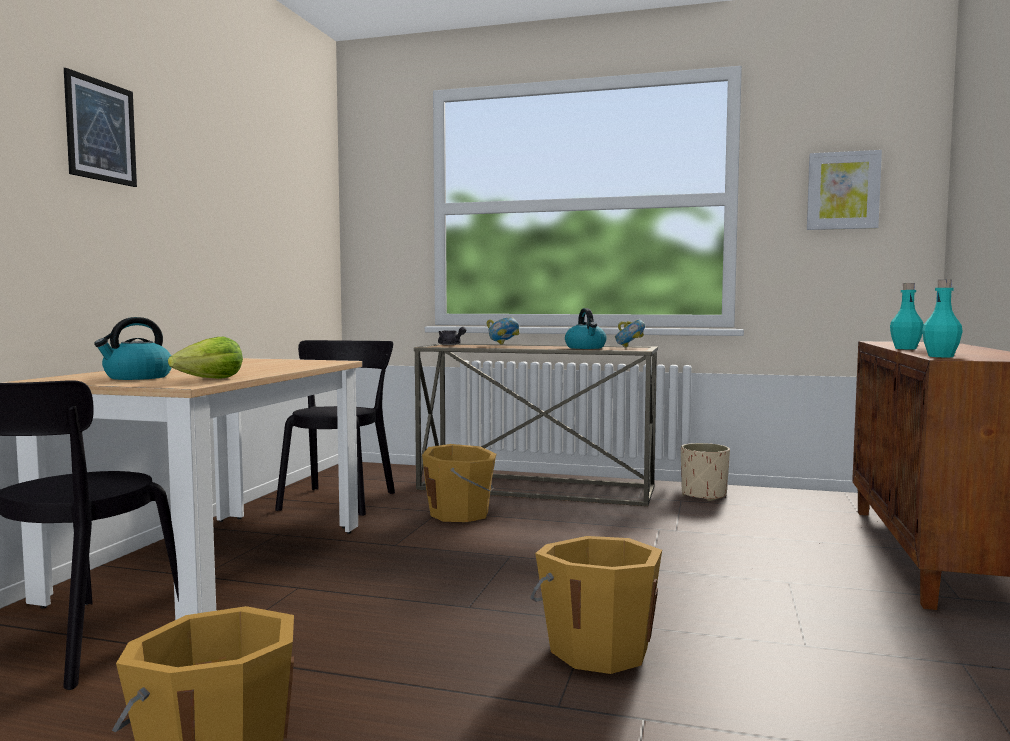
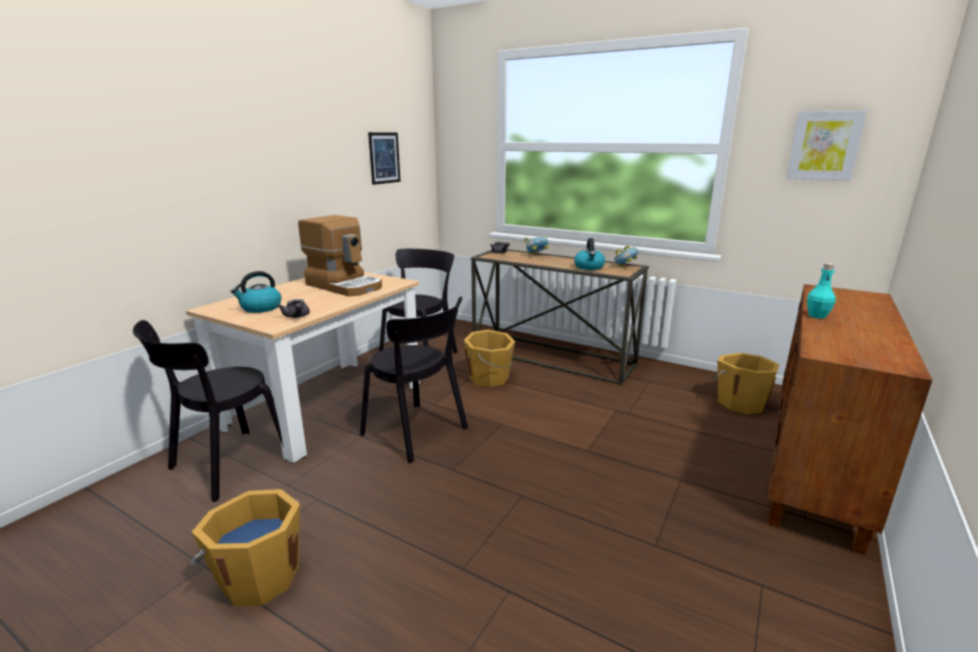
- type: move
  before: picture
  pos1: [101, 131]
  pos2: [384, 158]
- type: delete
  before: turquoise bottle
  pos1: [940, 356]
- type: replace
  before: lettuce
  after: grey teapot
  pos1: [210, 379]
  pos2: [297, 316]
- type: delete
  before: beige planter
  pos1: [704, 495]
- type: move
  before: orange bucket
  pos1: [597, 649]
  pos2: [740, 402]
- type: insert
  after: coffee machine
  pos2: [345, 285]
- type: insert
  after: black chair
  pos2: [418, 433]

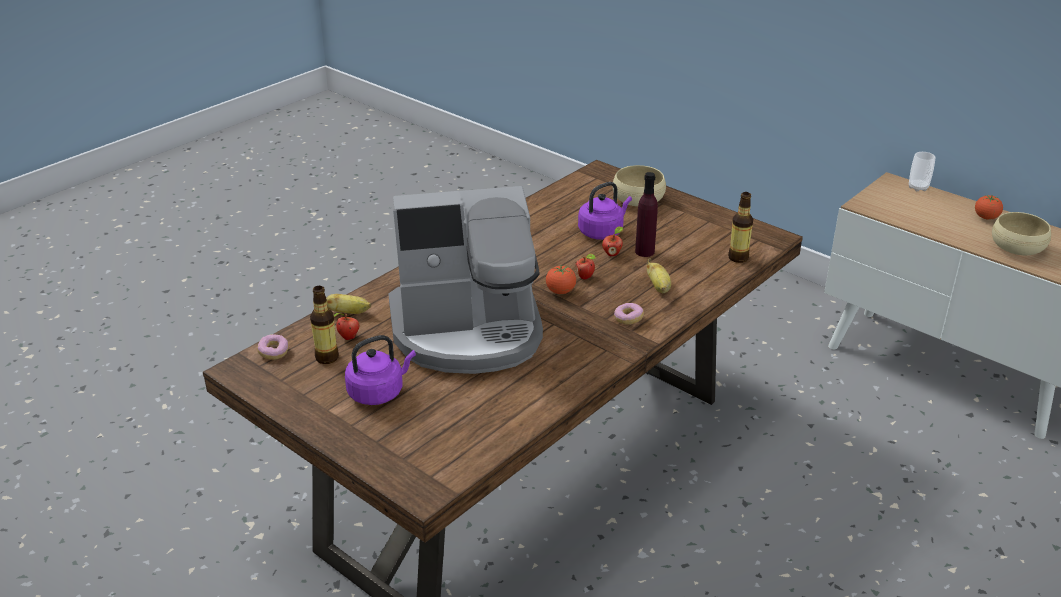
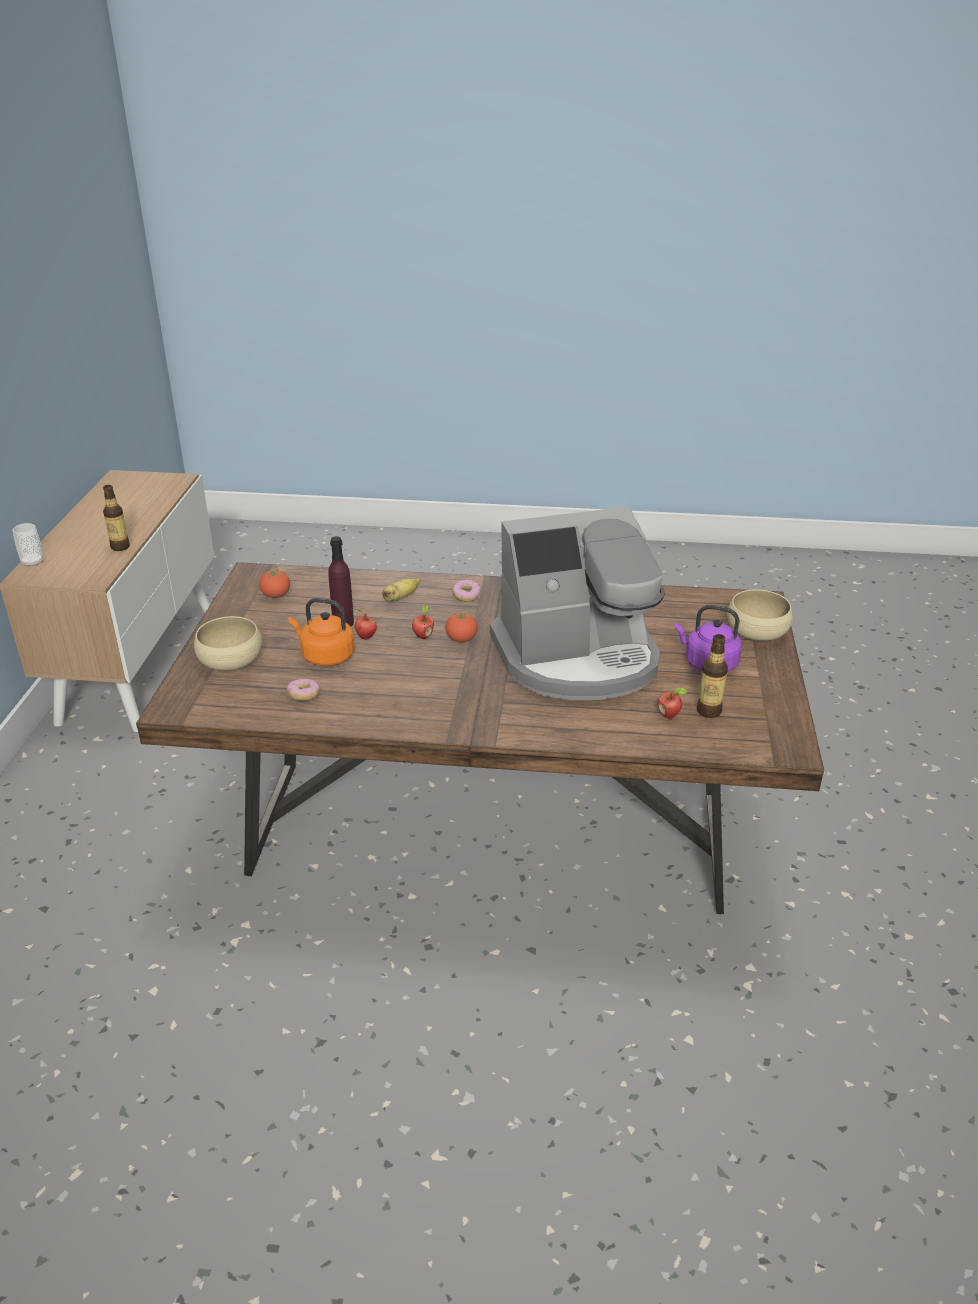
- type: recolor
  before: purple kettle
  after: orange kettle
  pos1: [602, 232]
  pos2: [325, 656]
- type: rotate
  before: coffee machine
  pos1: [468, 332]
  pos2: [578, 659]
  turn: 120
- type: move
  before: bottle
  pos1: [738, 258]
  pos2: [120, 547]
- type: move
  before: tomato
  pos1: [986, 217]
  pos2: [276, 596]
- type: move
  before: beige bowl
  pos1: [1017, 247]
  pos2: [757, 631]
- type: delete
  before: banana
  pos1: [348, 312]
- type: move
  before: donut
  pos1: [273, 352]
  pos2: [304, 695]

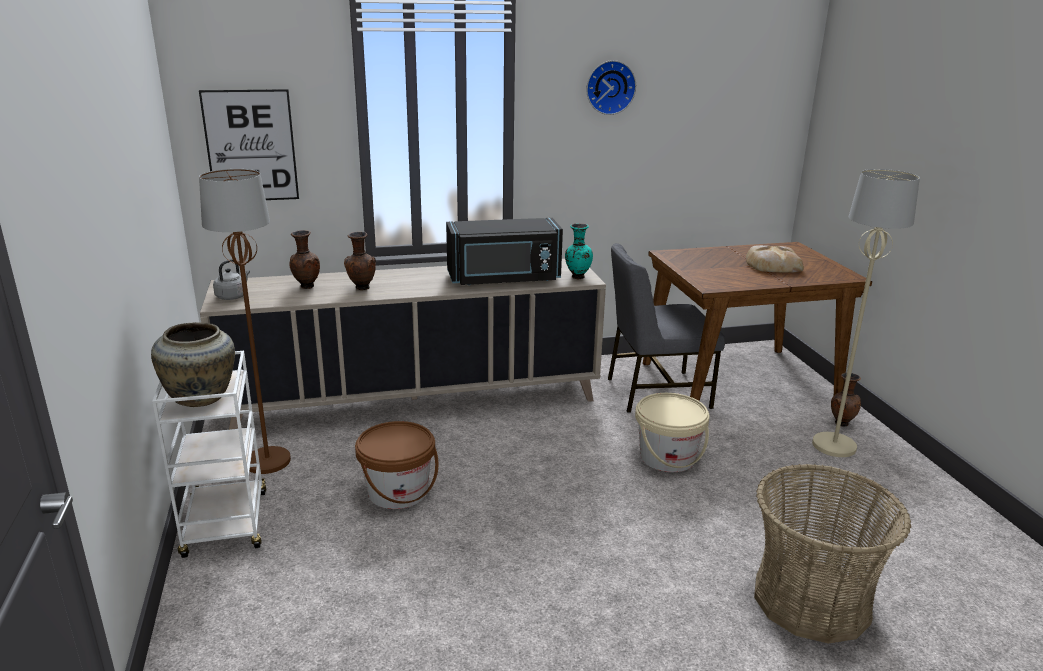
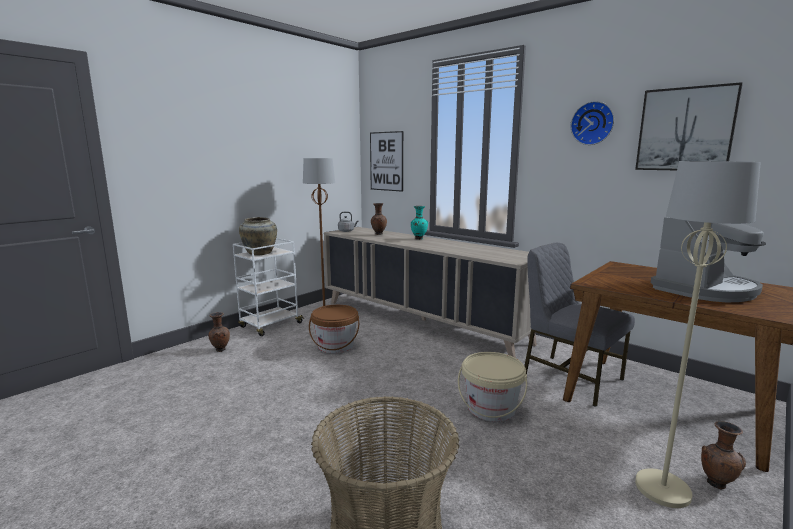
- type: delete
  before: black microwave
  pos1: [504, 279]
- type: move
  before: turquoise vase
  pos1: [577, 277]
  pos2: [418, 239]
- type: move
  before: brown vase
  pos1: [361, 288]
  pos2: [220, 350]
- type: replace
  before: bread
  after: coffee machine
  pos1: [772, 265]
  pos2: [704, 290]
- type: insert
  after: picture
  pos2: [685, 129]

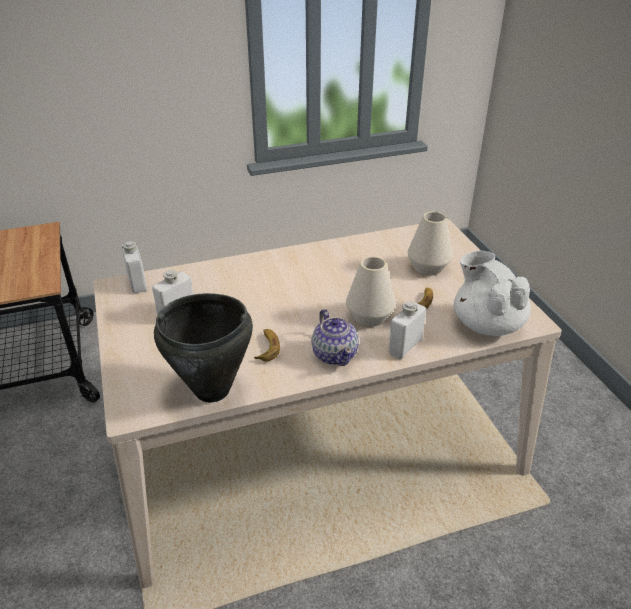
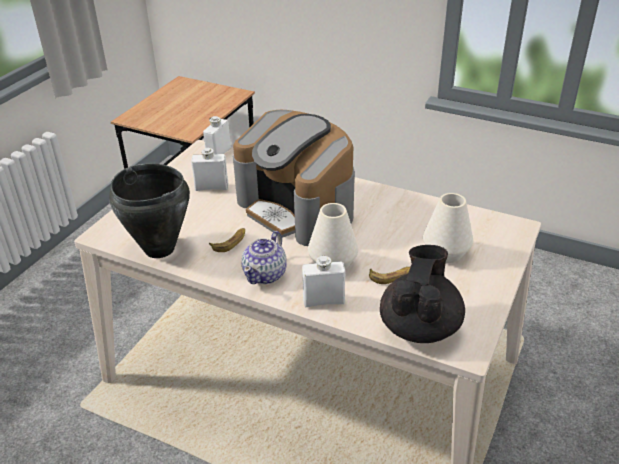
- type: recolor
  before: white teapot
  after: black teapot
  pos1: [486, 324]
  pos2: [420, 326]
- type: insert
  after: coffee machine
  pos2: [297, 208]

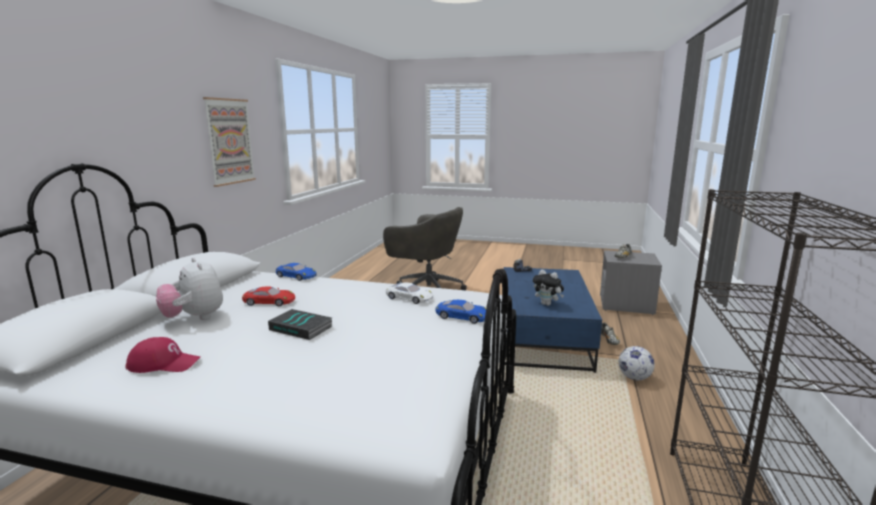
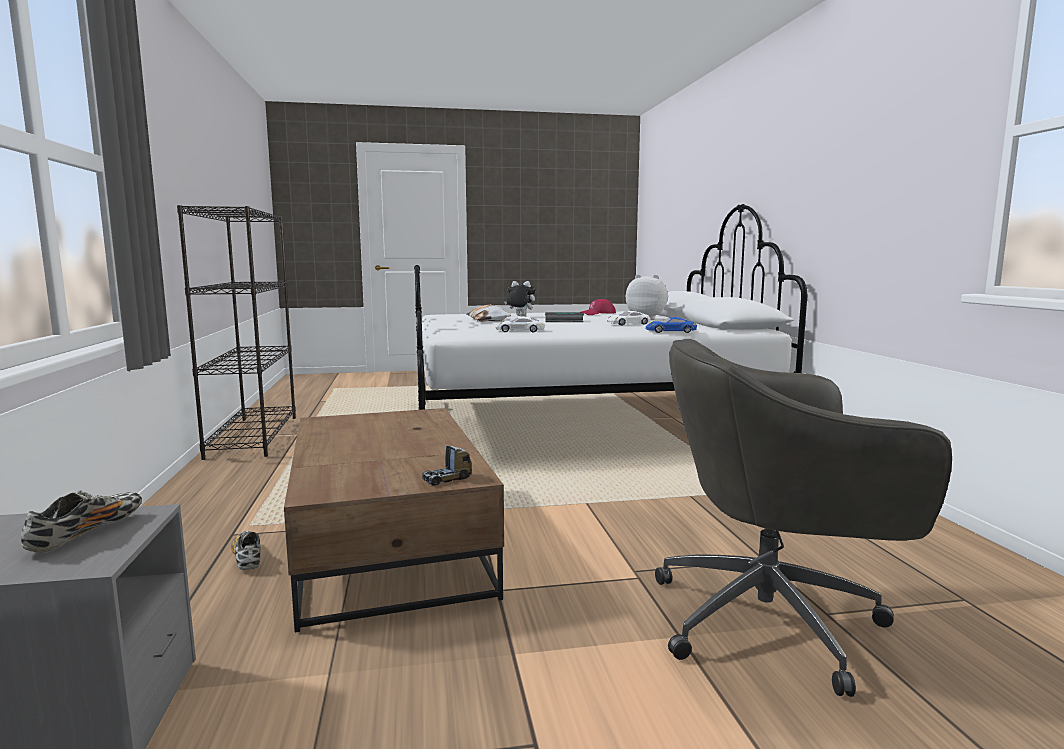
- type: delete
  before: picture
  pos1: [229, 141]
- type: recolor
  before: blue coffee table
  after: brown coffee table
  pos1: [541, 335]
  pos2: [390, 543]
- type: move
  before: plush toy
  pos1: [547, 304]
  pos2: [519, 316]
- type: recolor
  before: red toy car
  after: white toy car
  pos1: [269, 302]
  pos2: [628, 324]
- type: delete
  before: blue toy car
  pos1: [462, 316]
- type: delete
  before: football
  pos1: [634, 378]
- type: insert
  after: pillow
  pos2: [488, 320]

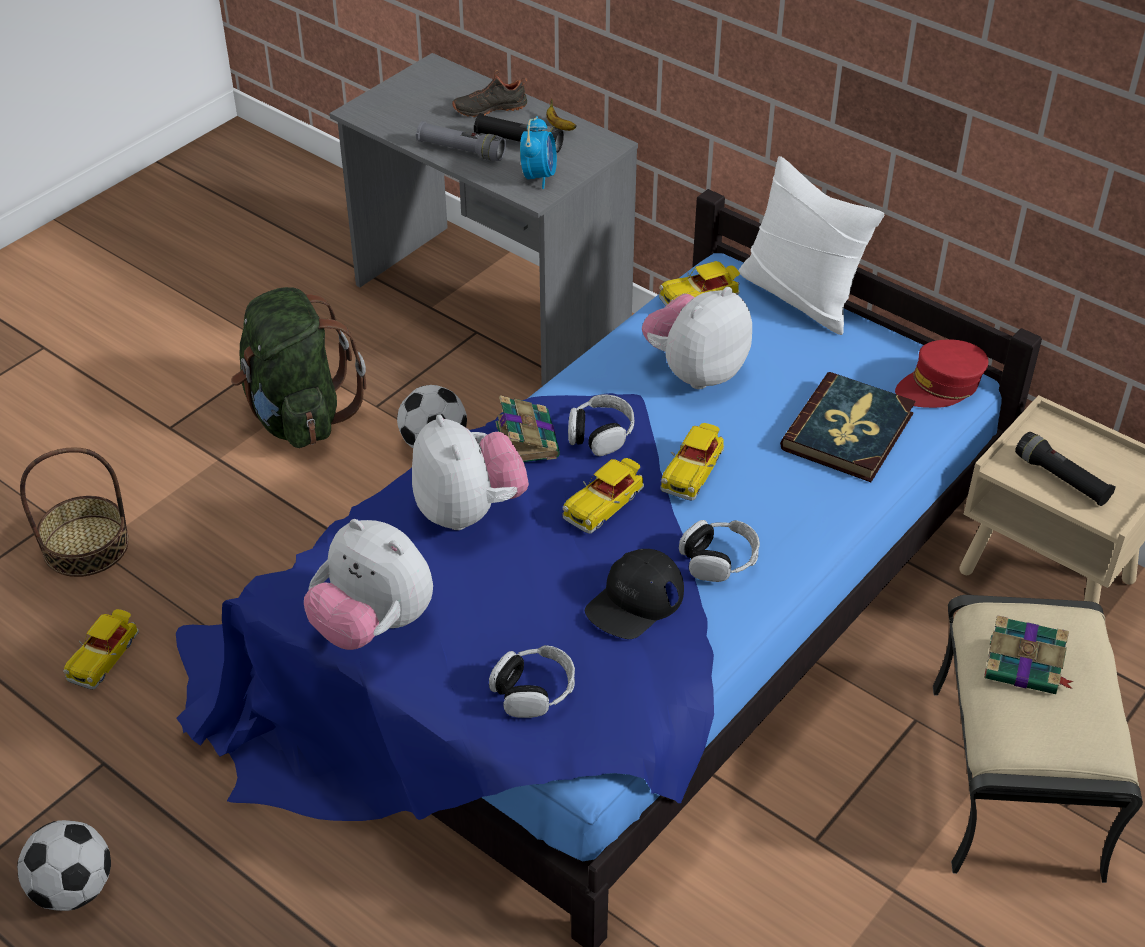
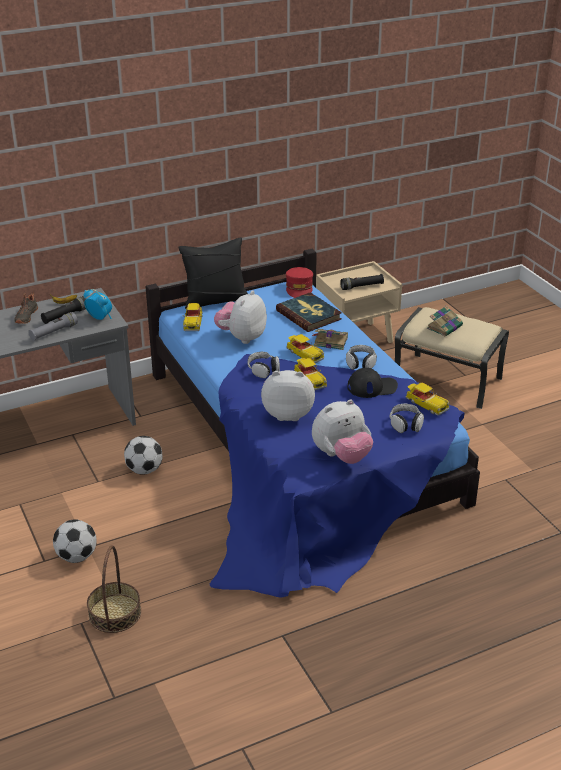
- type: recolor
  before: white pillow
  after: black pillow
  pos1: [800, 296]
  pos2: [215, 300]
- type: delete
  before: green backpack
  pos1: [298, 416]
- type: rotate
  before: plush toy
  pos1: [695, 372]
  pos2: [242, 337]
  turn: 45
- type: move
  before: book
  pos1: [526, 439]
  pos2: [330, 341]
- type: rotate
  before: black cap
  pos1: [635, 601]
  pos2: [372, 387]
  turn: -75
- type: move
  before: toy car
  pos1: [104, 656]
  pos2: [426, 404]
- type: move
  before: football
  pos1: [73, 889]
  pos2: [77, 556]

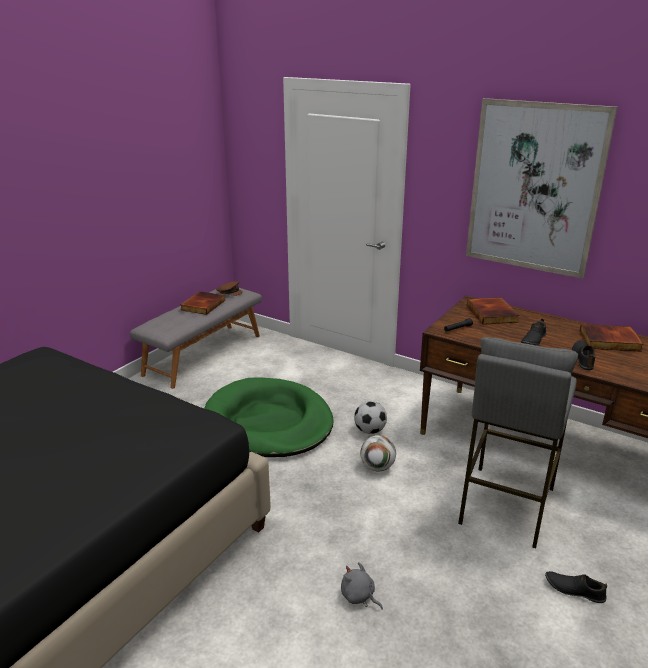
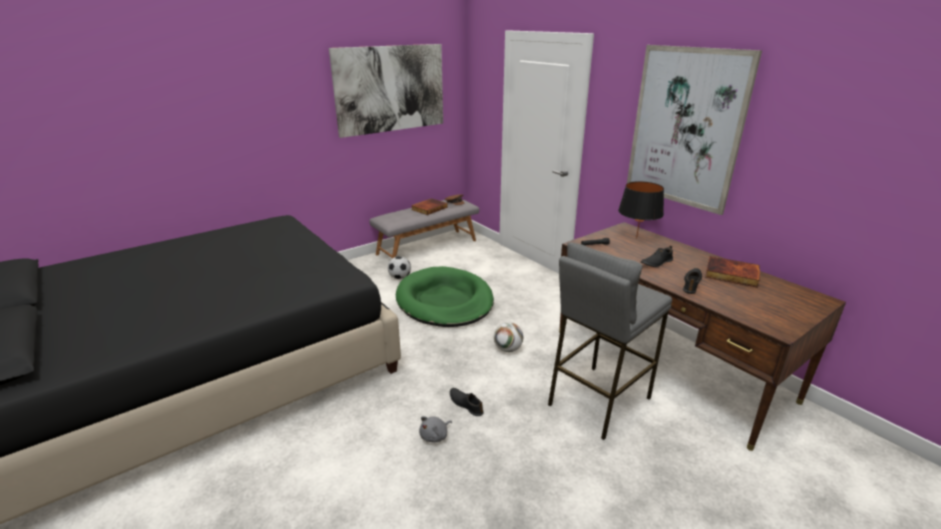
- type: replace
  before: book
  after: black table lamp
  pos1: [493, 314]
  pos2: [636, 238]
- type: move
  before: football
  pos1: [370, 431]
  pos2: [400, 277]
- type: rotate
  before: grey plush toy
  pos1: [359, 596]
  pos2: [435, 436]
  turn: -105
- type: move
  before: black shoe
  pos1: [574, 589]
  pos2: [466, 404]
- type: insert
  after: picture
  pos2: [390, 89]

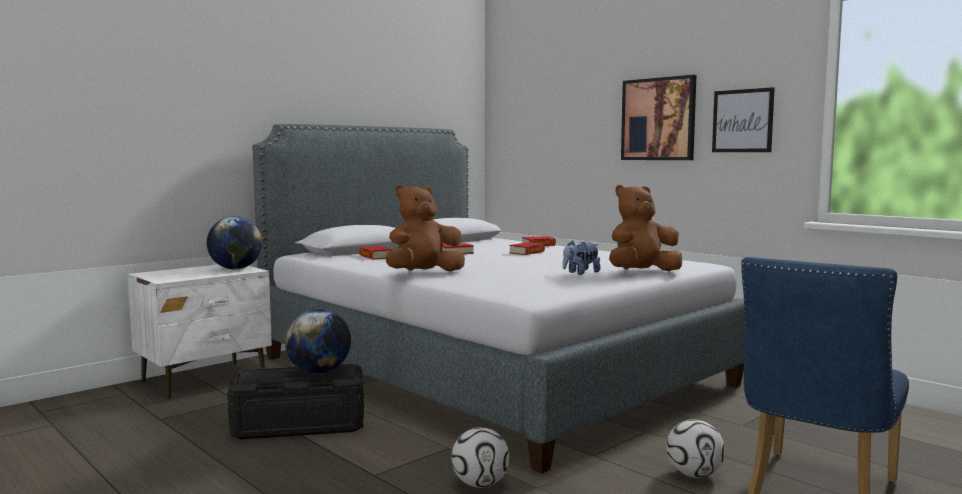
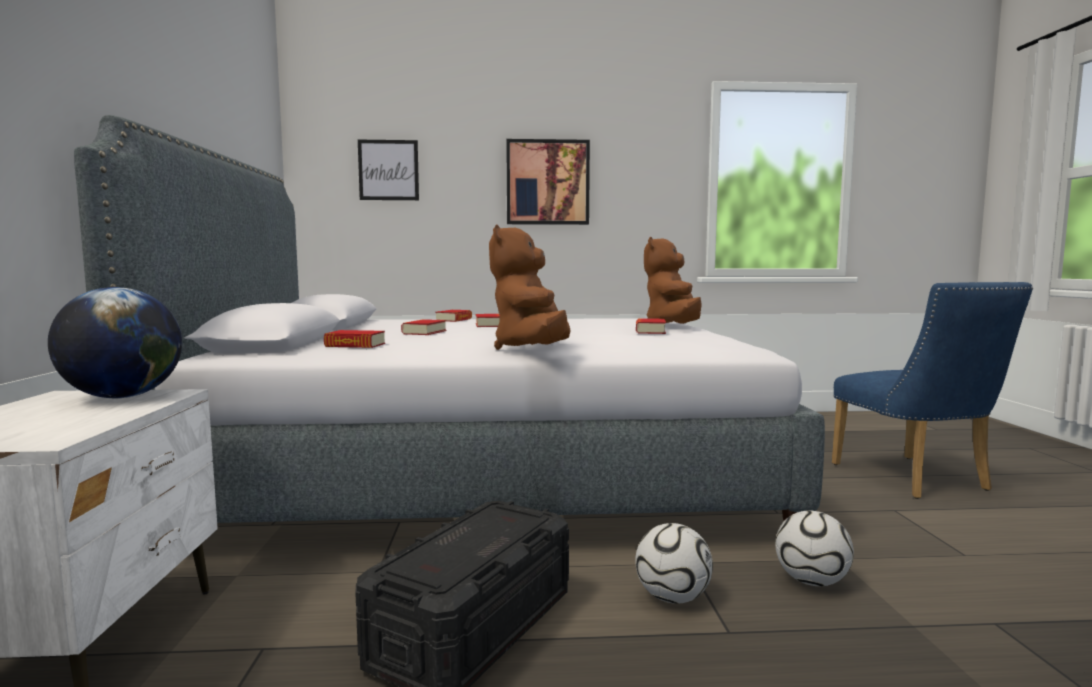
- type: move
  before: picture
  pos1: [742, 121]
  pos2: [388, 170]
- type: replace
  before: plush toy
  after: book
  pos1: [580, 273]
  pos2: [650, 331]
- type: delete
  before: globe
  pos1: [319, 372]
- type: move
  before: football
  pos1: [694, 474]
  pos2: [672, 597]

